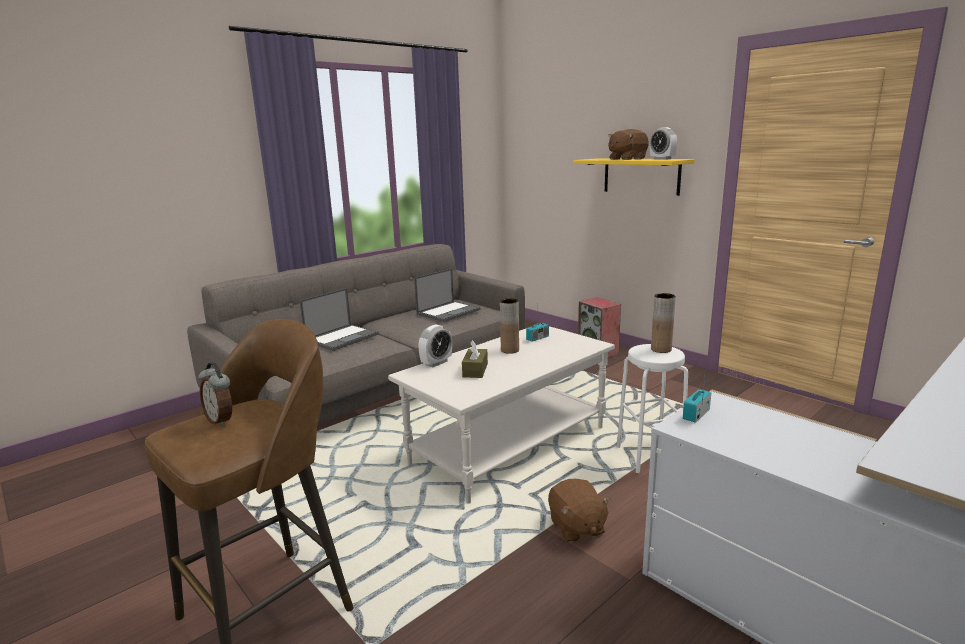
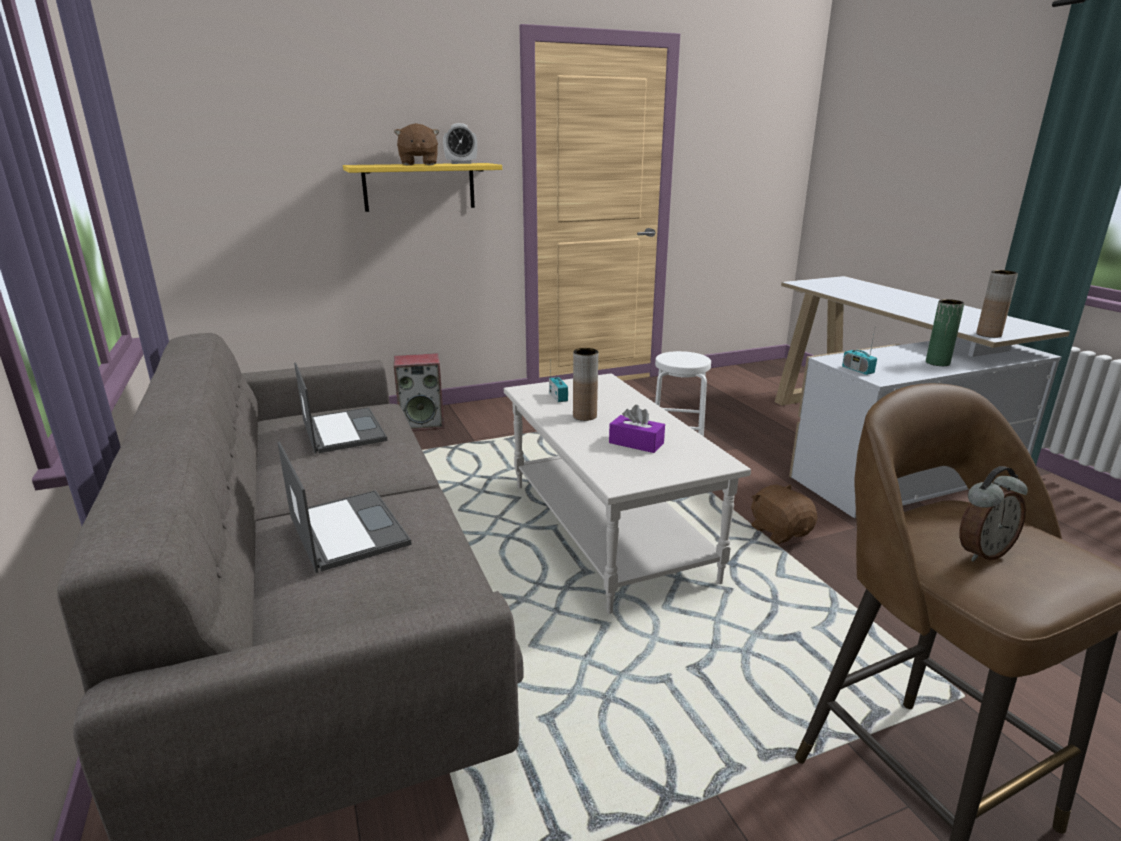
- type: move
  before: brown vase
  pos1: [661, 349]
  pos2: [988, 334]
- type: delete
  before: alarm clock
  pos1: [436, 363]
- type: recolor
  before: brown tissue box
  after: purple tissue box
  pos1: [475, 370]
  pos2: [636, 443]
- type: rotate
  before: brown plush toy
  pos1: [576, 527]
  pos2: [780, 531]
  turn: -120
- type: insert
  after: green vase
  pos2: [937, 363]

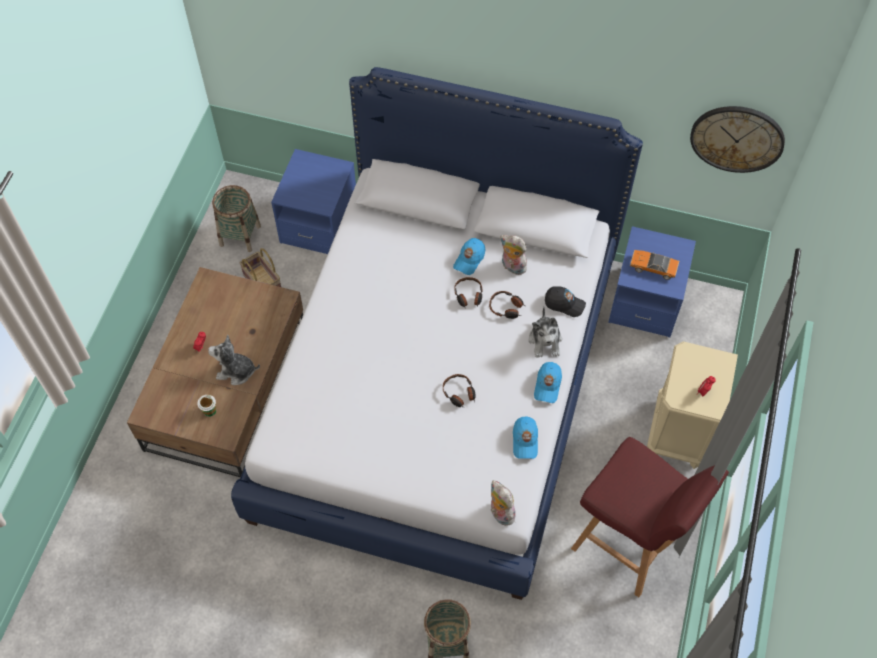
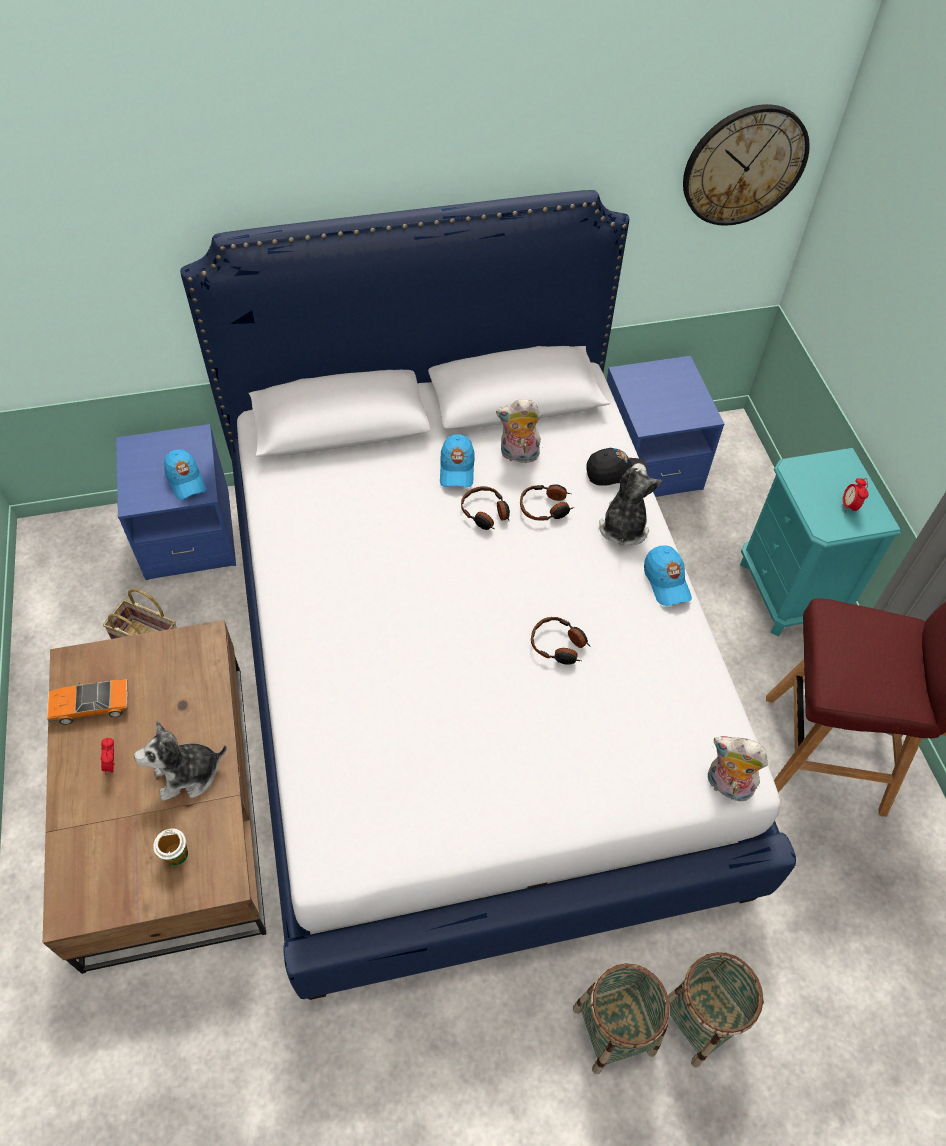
- type: move
  before: basket
  pos1: [240, 235]
  pos2: [614, 1029]
- type: move
  before: toy car
  pos1: [653, 267]
  pos2: [91, 705]
- type: rotate
  before: plush toy
  pos1: [545, 340]
  pos2: [623, 527]
  turn: -135
- type: recolor
  before: beige nightstand
  after: turquoise nightstand
  pos1: [679, 433]
  pos2: [788, 592]
- type: move
  before: blue cap
  pos1: [525, 441]
  pos2: [185, 480]

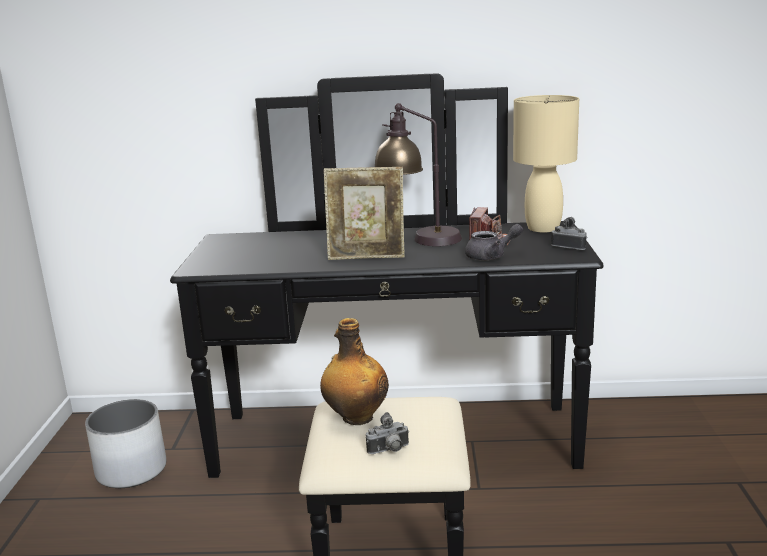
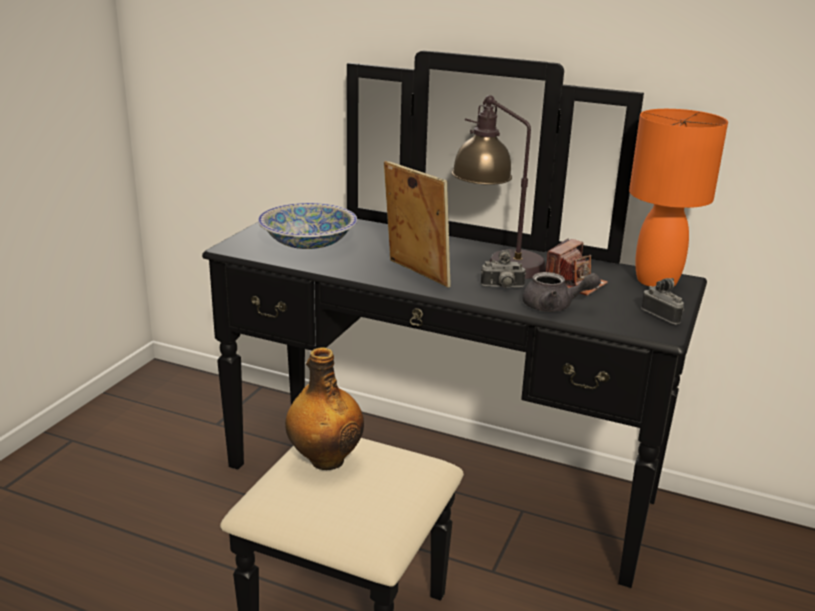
- type: recolor
  before: beige table lamp
  after: orange table lamp
  pos1: [543, 228]
  pos2: [657, 281]
- type: rotate
  before: picture frame
  pos1: [367, 257]
  pos2: [415, 274]
  turn: -150
- type: delete
  before: white planter
  pos1: [131, 470]
- type: move
  before: photo camera
  pos1: [389, 451]
  pos2: [502, 288]
- type: insert
  after: bowl
  pos2: [308, 243]

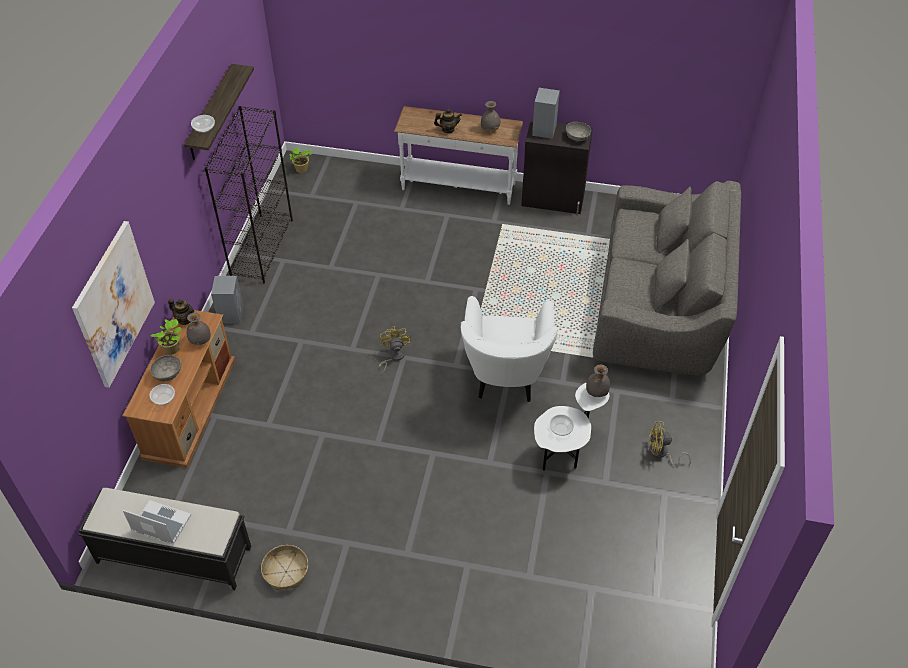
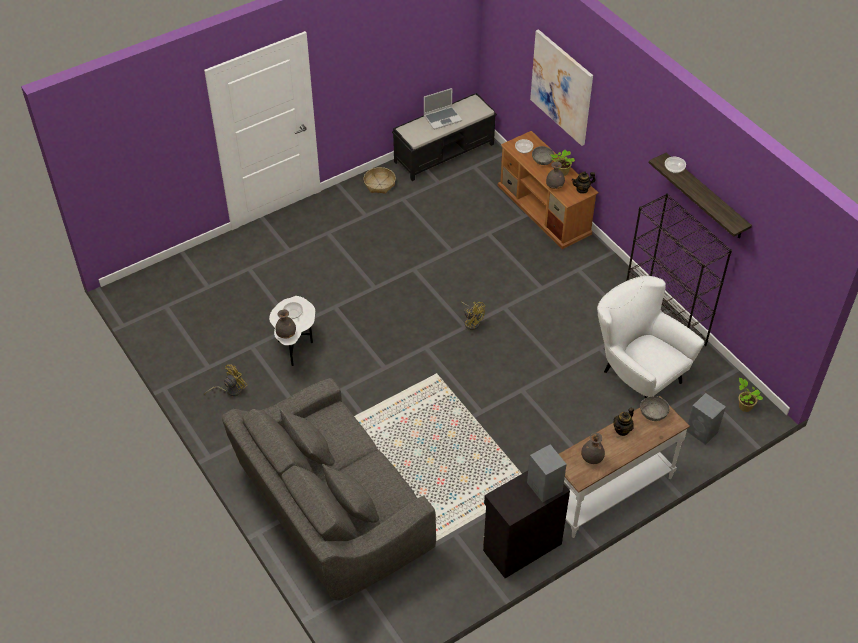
- type: move
  before: grey bowl
  pos1: [577, 137]
  pos2: [653, 413]
- type: move
  before: grey speaker
  pos1: [231, 313]
  pos2: [702, 432]
- type: move
  before: white armchair
  pos1: [505, 379]
  pos2: [637, 374]

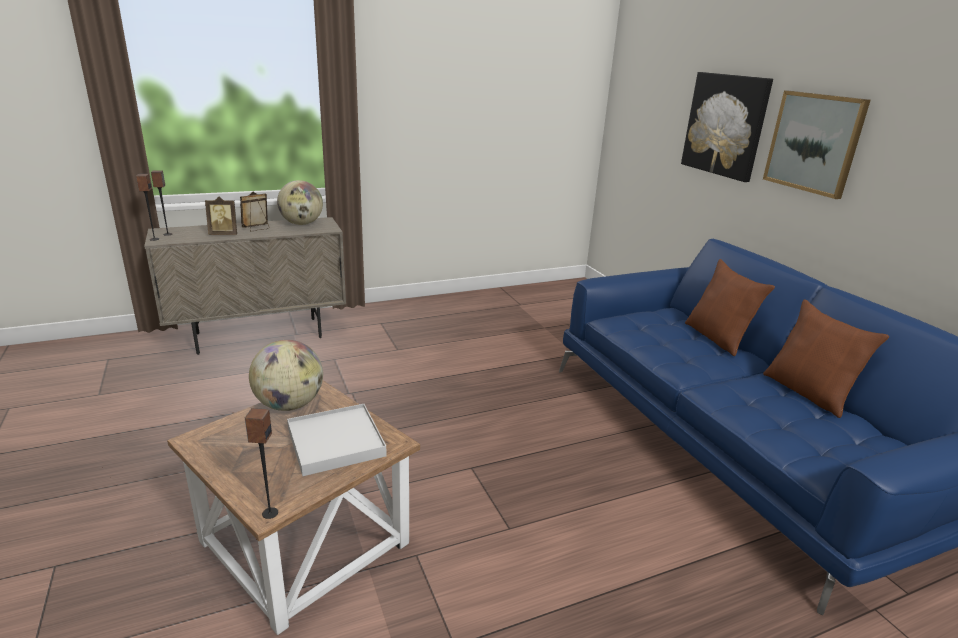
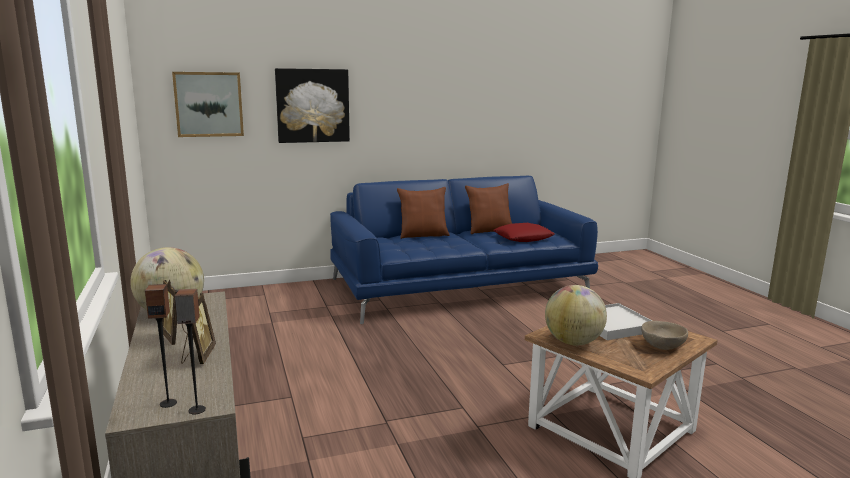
- type: move
  before: picture
  pos1: [814, 143]
  pos2: [209, 104]
- type: delete
  before: speaker
  pos1: [269, 513]
- type: insert
  after: red pillow
  pos2: [523, 238]
- type: insert
  after: beige bowl
  pos2: [662, 346]

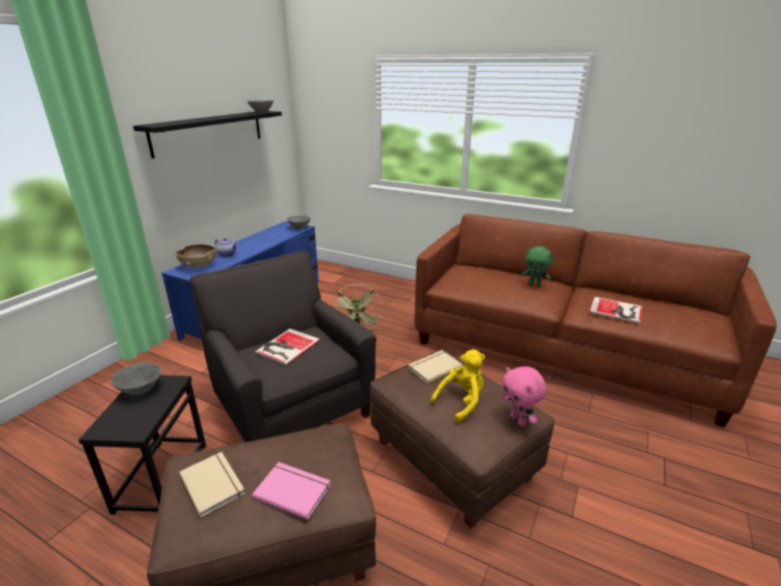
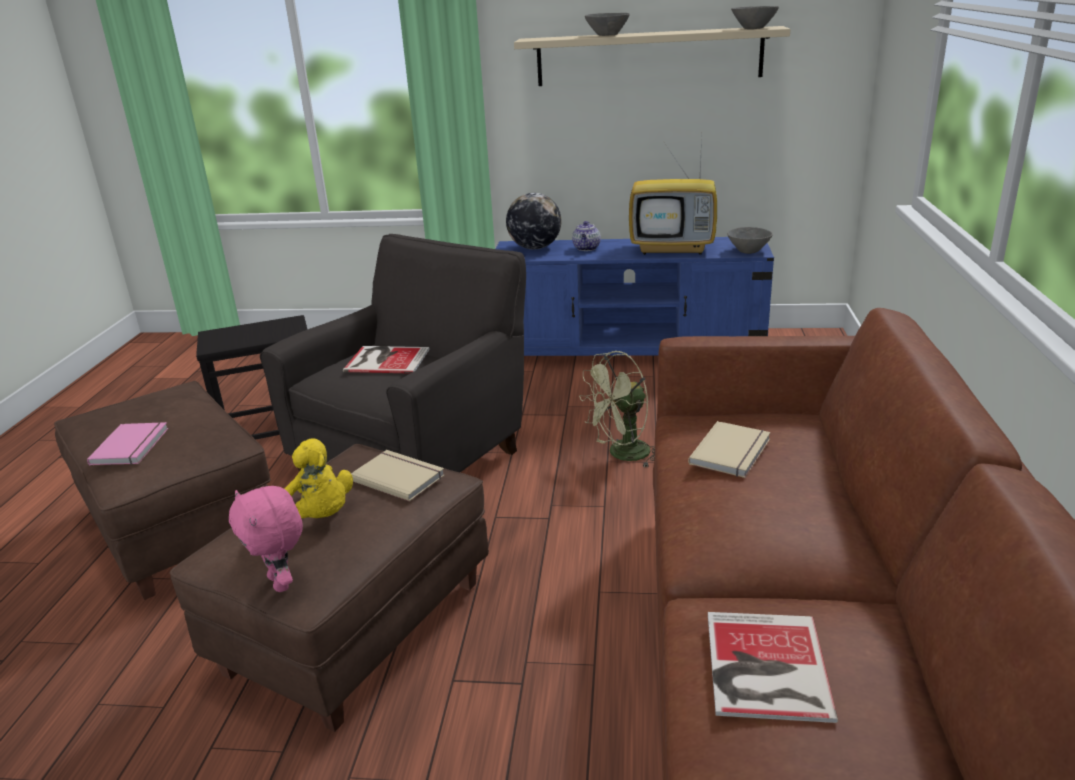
- type: recolor
  before: black shelf
  after: beige shelf
  pos1: [209, 132]
  pos2: [648, 57]
- type: replace
  before: brown bowl
  after: globe
  pos1: [198, 266]
  pos2: [535, 248]
- type: delete
  before: green plush toy
  pos1: [534, 285]
- type: move
  before: grey bowl
  pos1: [141, 389]
  pos2: [607, 35]
- type: rotate
  before: pink plush toy
  pos1: [519, 420]
  pos2: [281, 583]
  turn: -75
- type: move
  before: beige book
  pos1: [214, 483]
  pos2: [733, 452]
- type: insert
  after: television
  pos2: [674, 248]

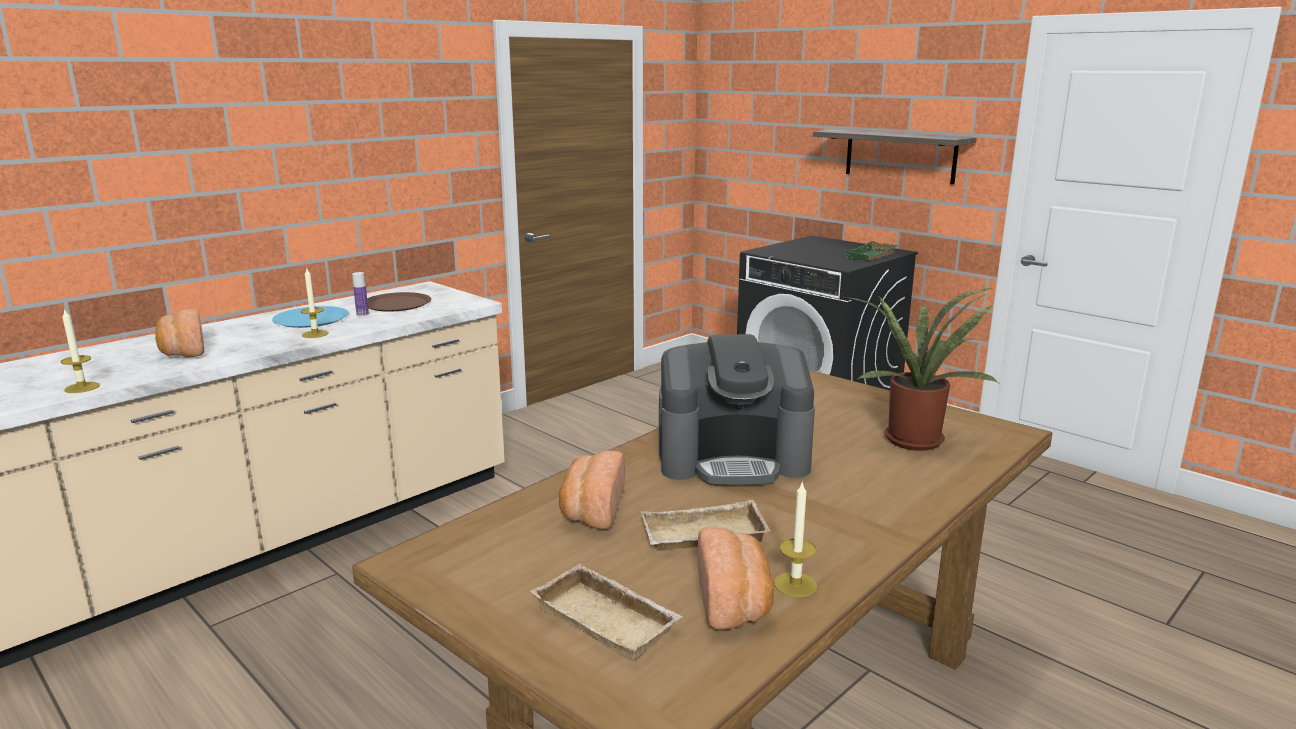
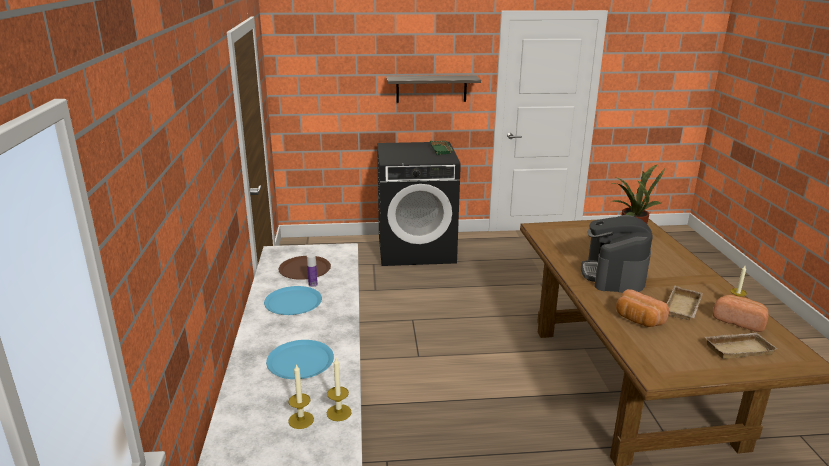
- type: move
  before: candle
  pos1: [315, 334]
  pos2: [301, 420]
- type: replace
  before: bread
  after: blue plate
  pos1: [182, 351]
  pos2: [300, 360]
- type: rotate
  before: coffee machine
  pos1: [733, 458]
  pos2: [613, 275]
  turn: 150

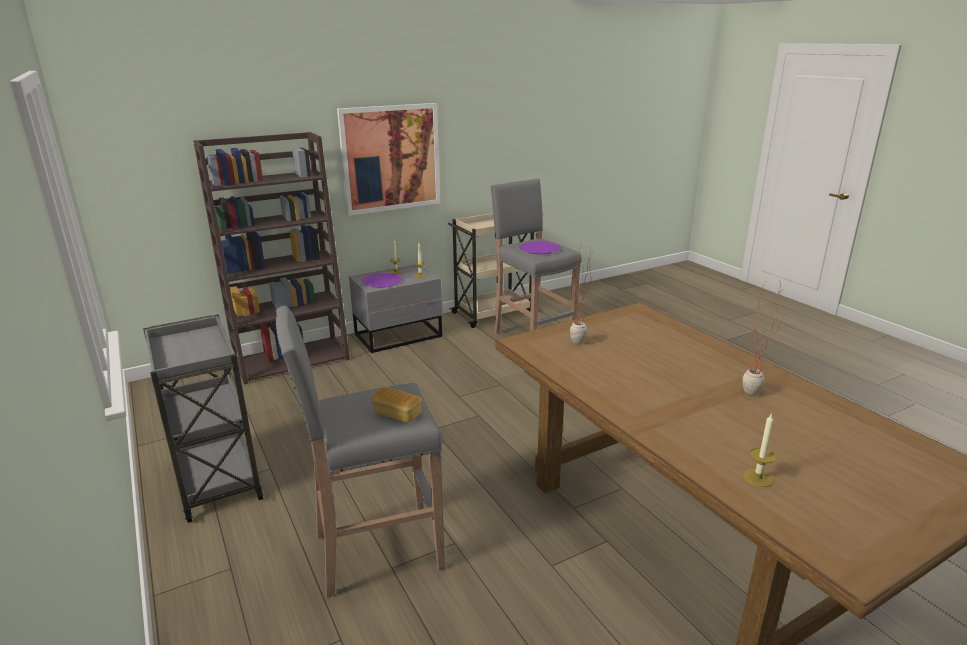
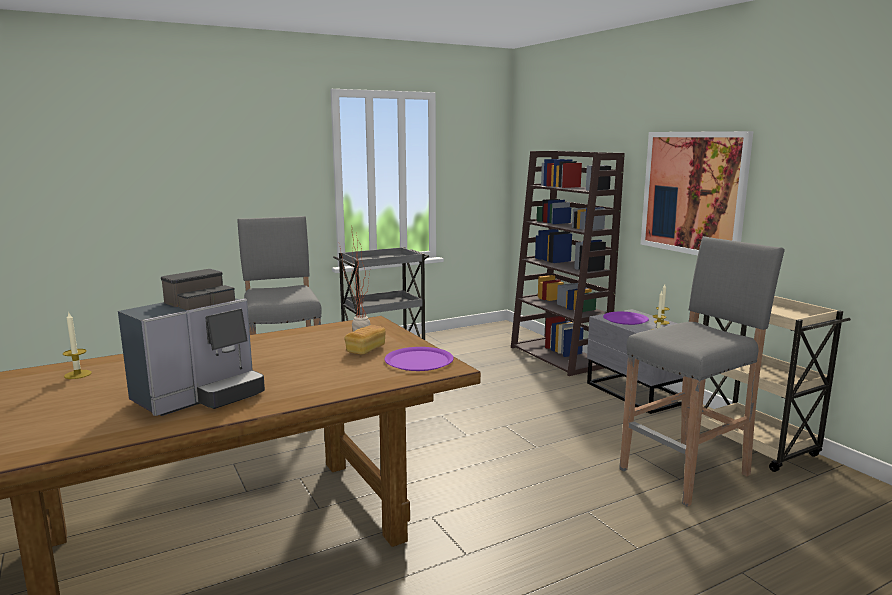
- type: move
  before: purple plate
  pos1: [539, 248]
  pos2: [419, 360]
- type: replace
  before: potted plant
  after: coffee machine
  pos1: [756, 393]
  pos2: [201, 396]
- type: move
  before: bread
  pos1: [397, 414]
  pos2: [366, 349]

